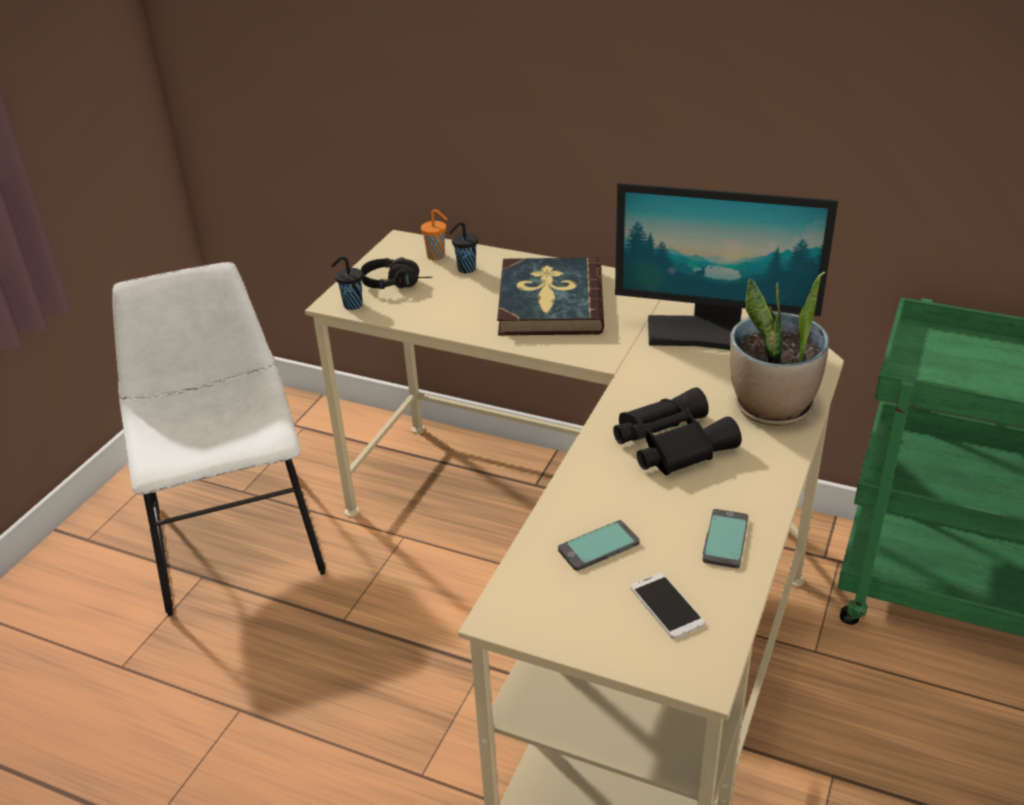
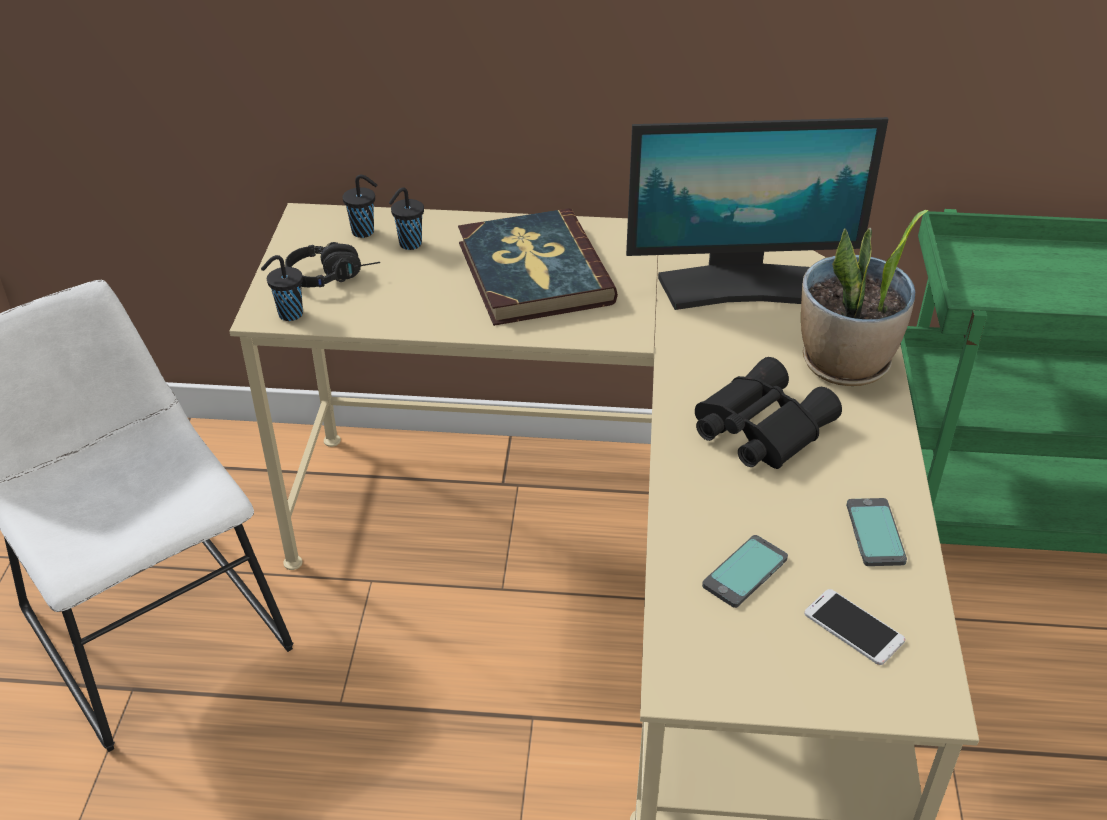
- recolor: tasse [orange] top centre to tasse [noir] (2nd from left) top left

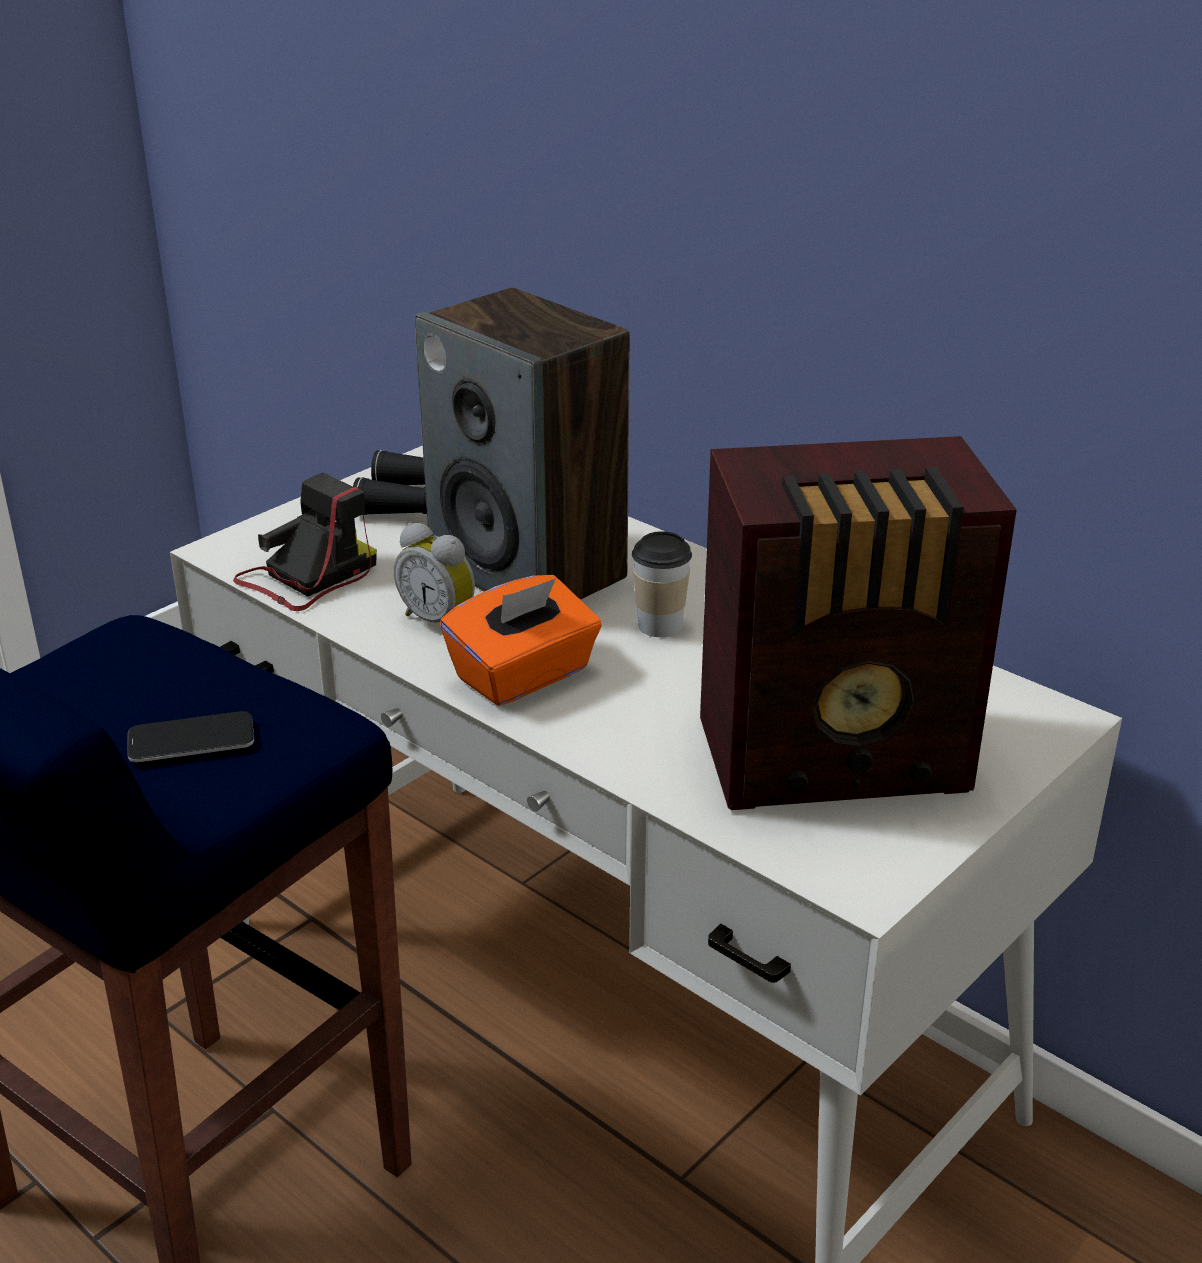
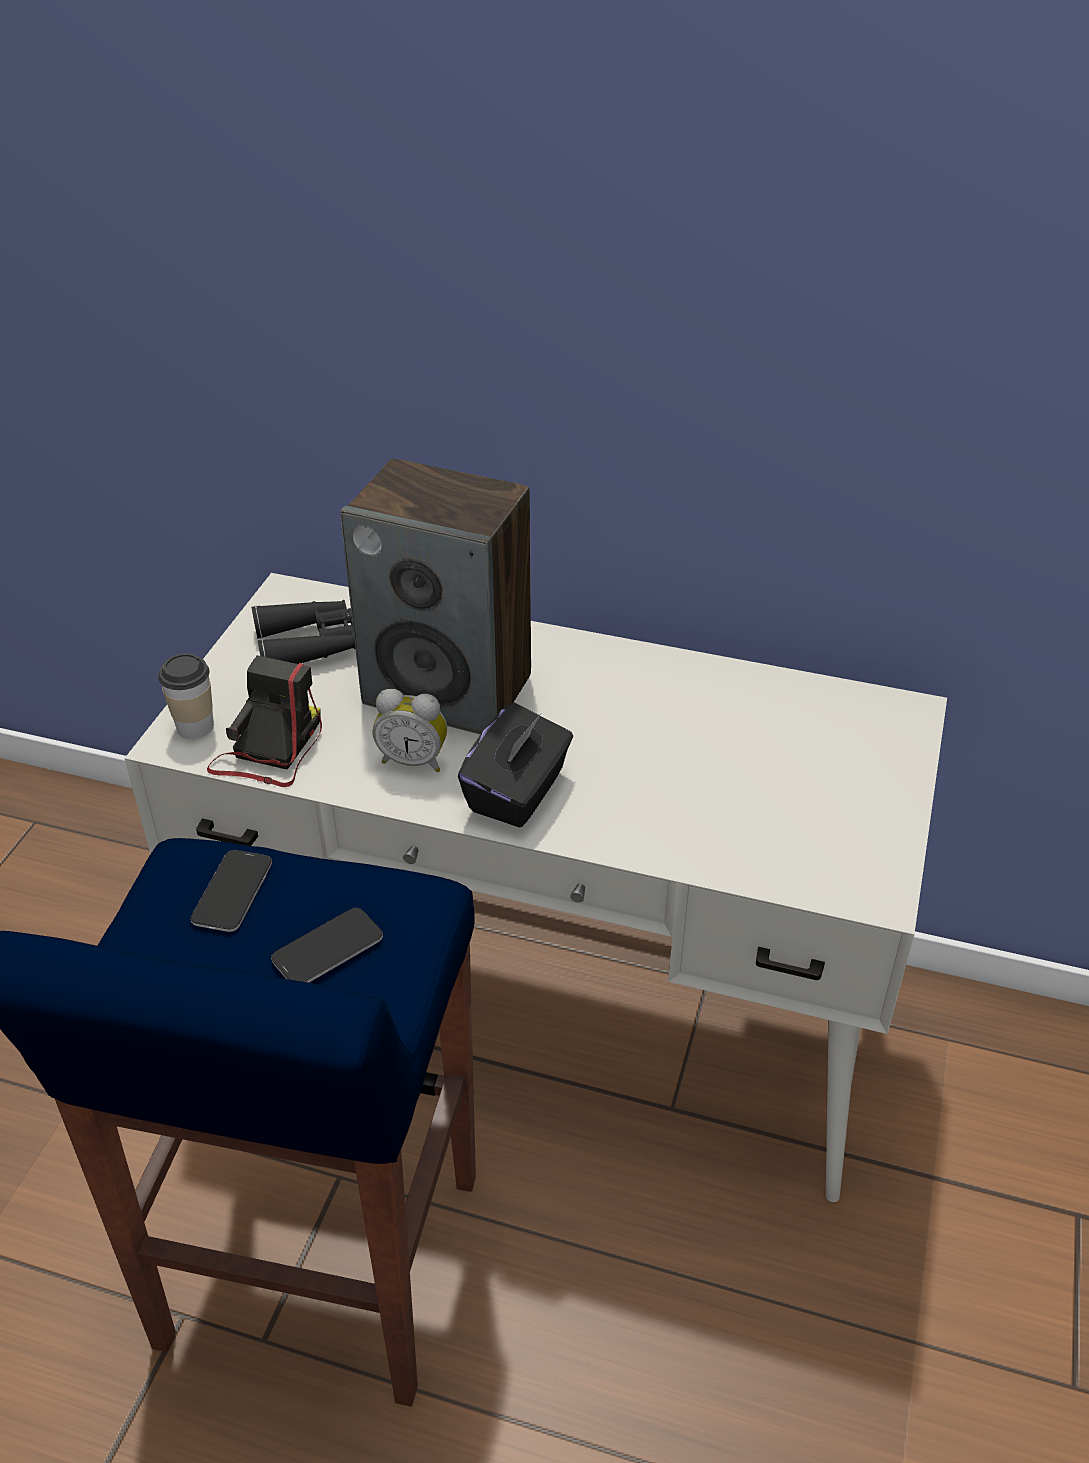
- delete: radio middle right
- insert: téléphone (1st from left) middle left
- move: tasse centre to middle left
- recolor: boîte à mouchoirs [orange] centre to boîte à mouchoirs [noir] centre

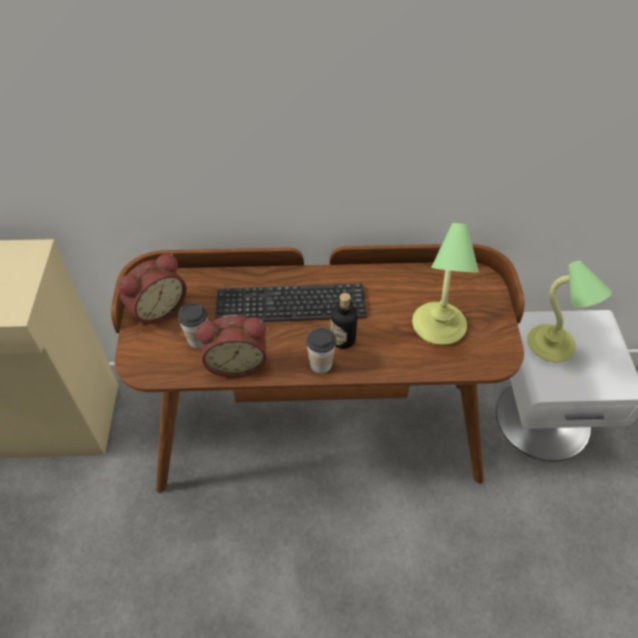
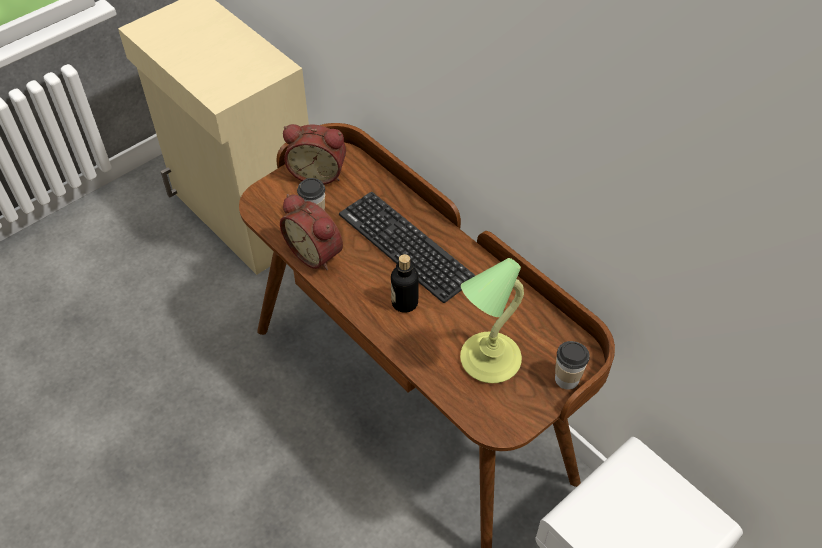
- delete: lampe de table (2nd from left) middle right
- move: tasse (2nd from left) centre to middle right

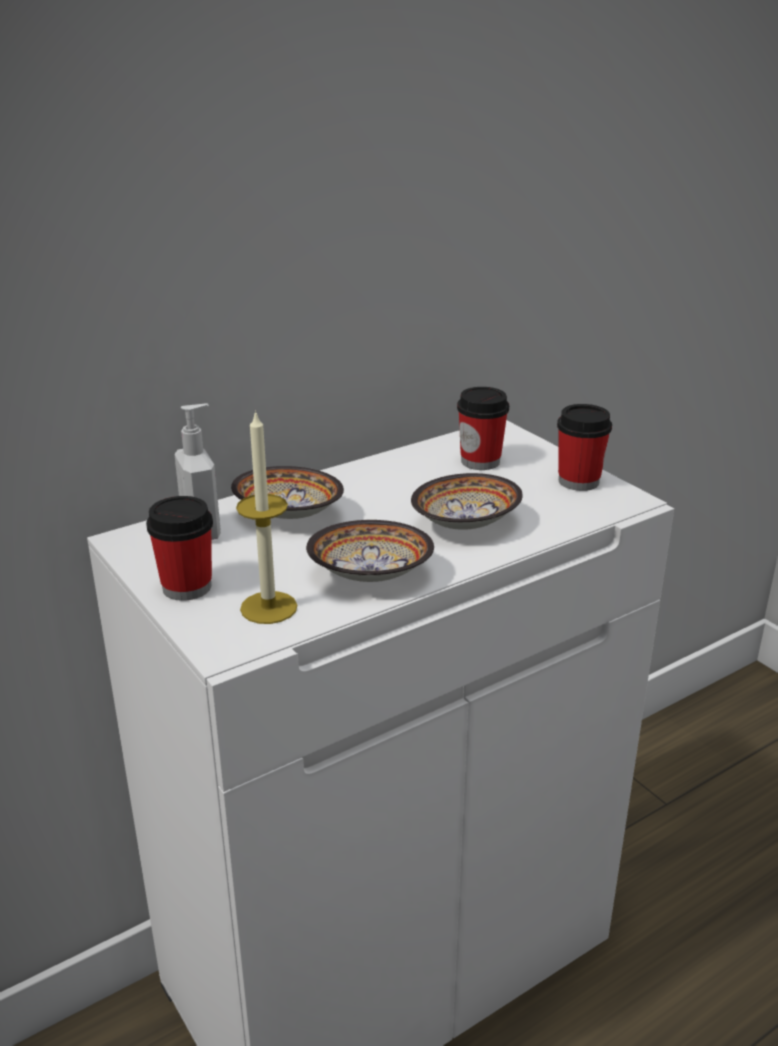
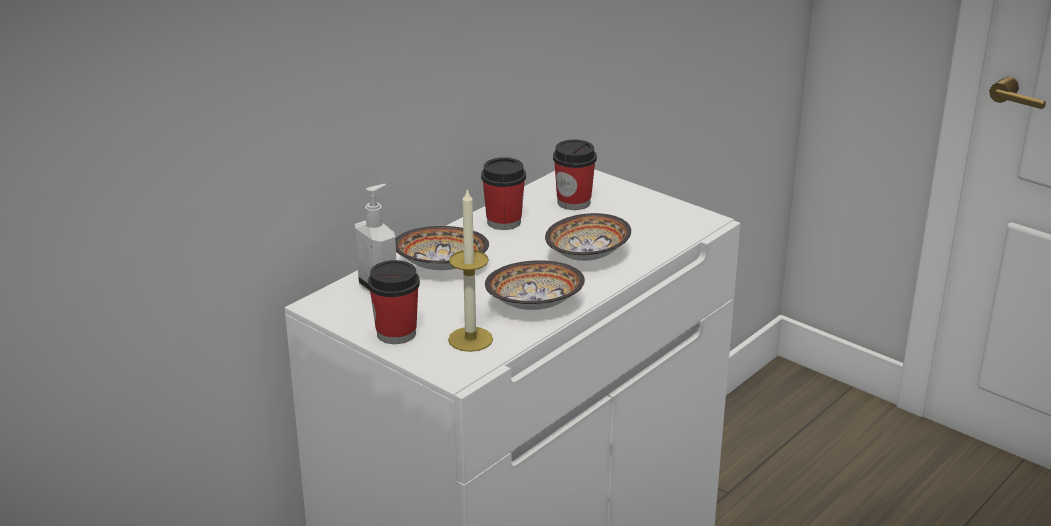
- move: tasse (3rd from left in the first image) middle right to tasse (2nd from left) centre

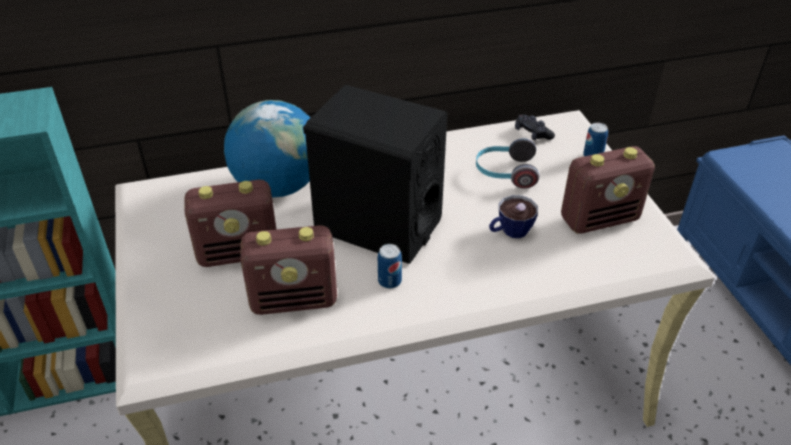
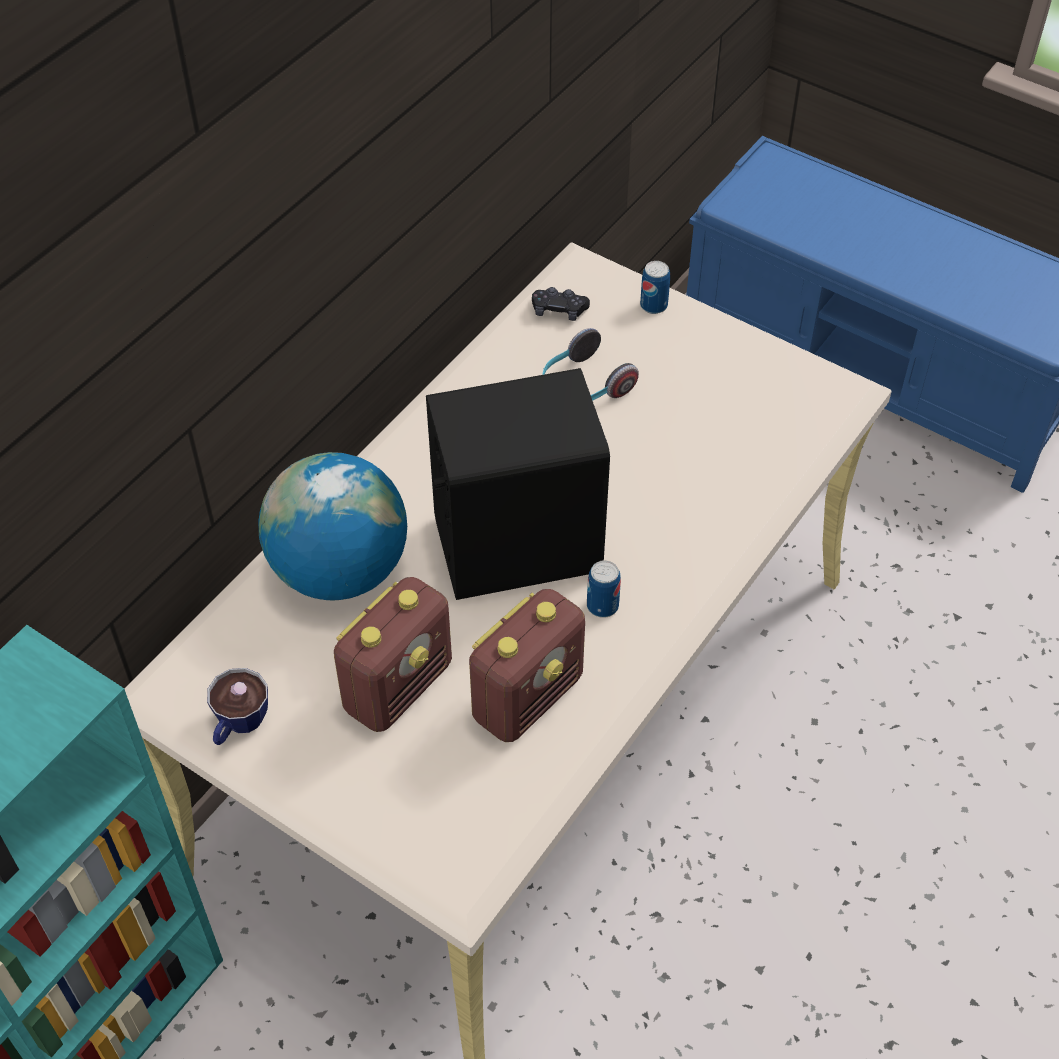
- delete: radio (3rd from left) middle right
- move: tasse centre to bottom left

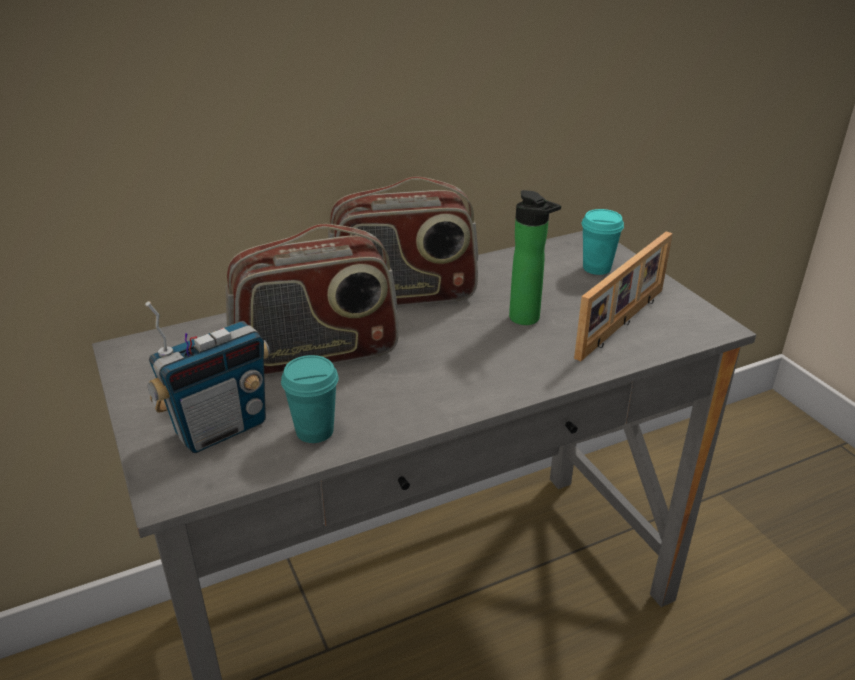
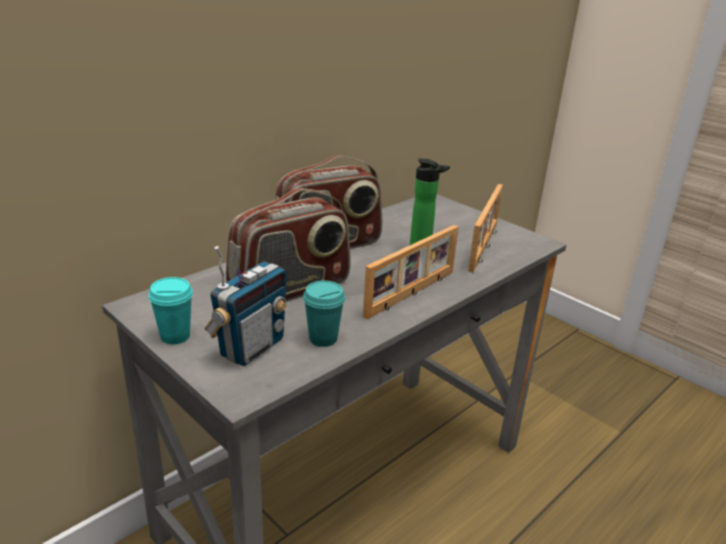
- insert: cadre photo (1st from left) centre
- move: tasse [turquoise] (2nd from left in the first image) middle right to tasse [turquoise] (1st from left) middle left

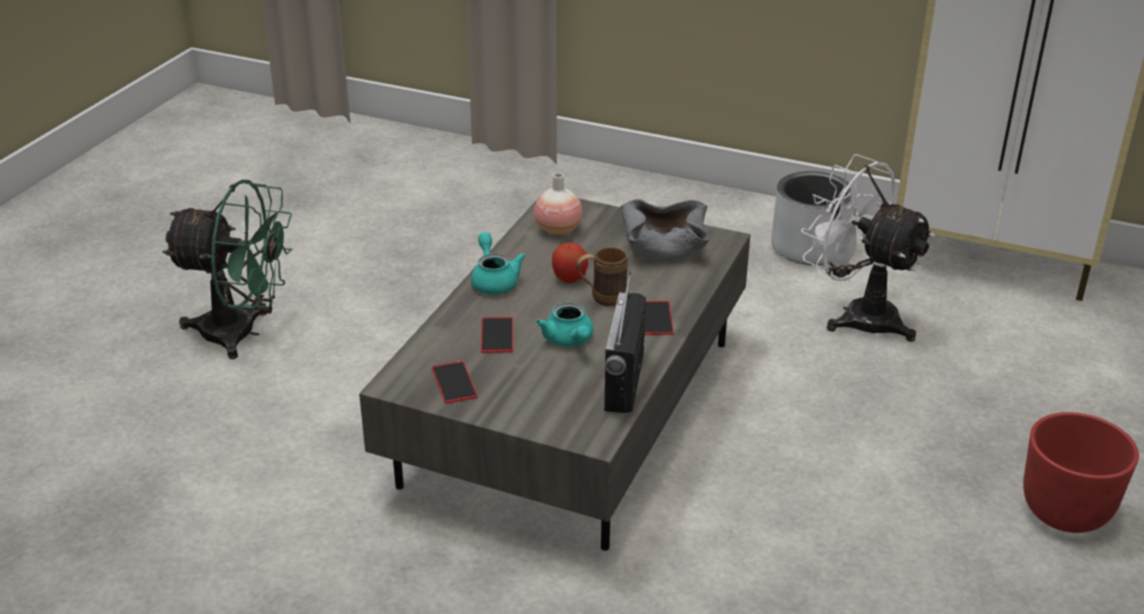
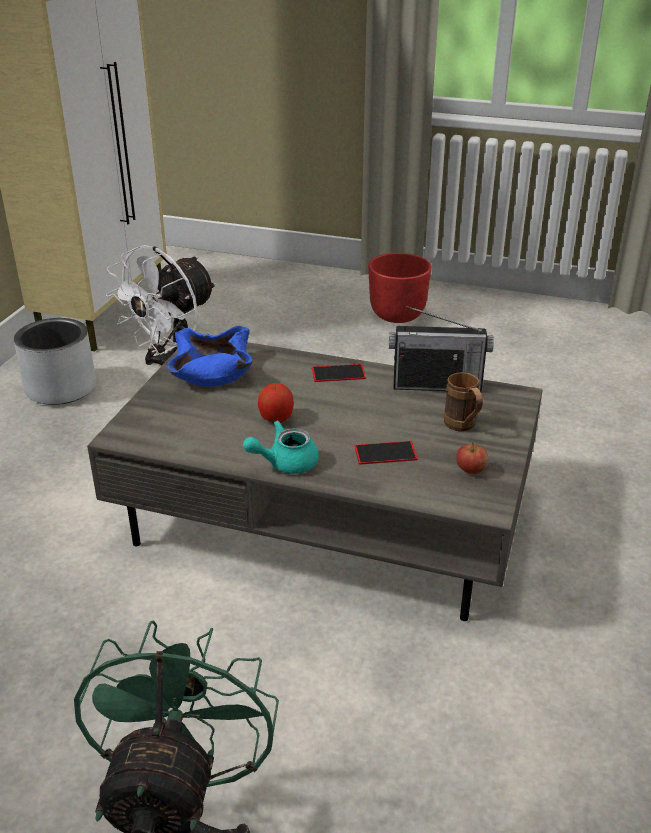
- delete: vase top centre
- delete: théière [turquoise] (2nd from left) centre
- move: mug [marron] centre to middle right
- replace: téléphone (1st from left) centre to pomme (2nd from left) middle right
- recolor: bol [gris] centre to bol [bleu] middle left

